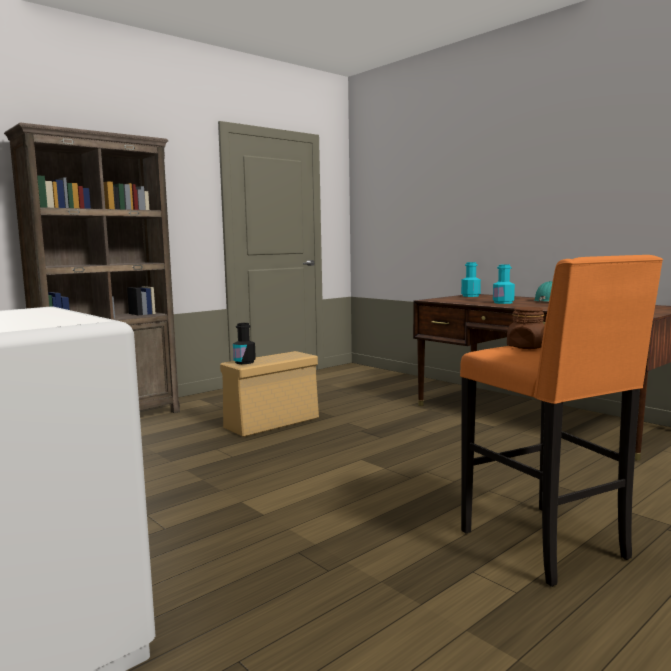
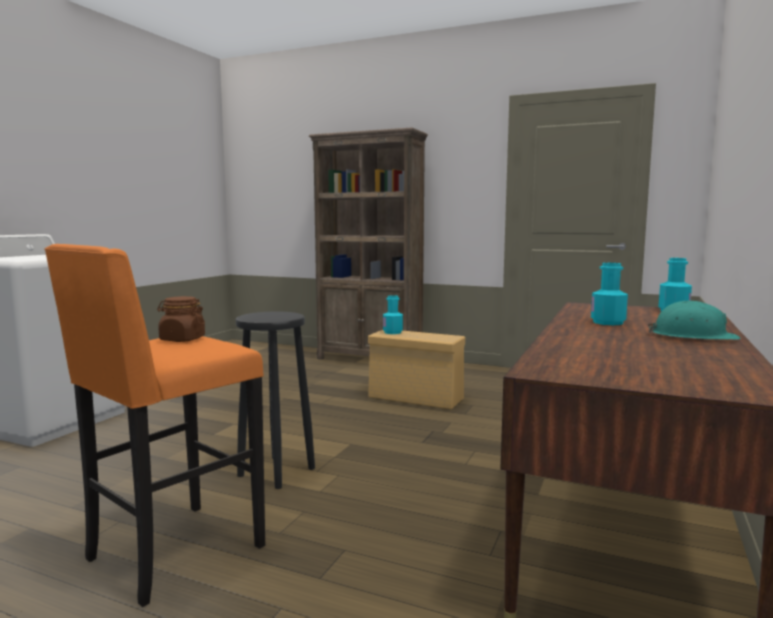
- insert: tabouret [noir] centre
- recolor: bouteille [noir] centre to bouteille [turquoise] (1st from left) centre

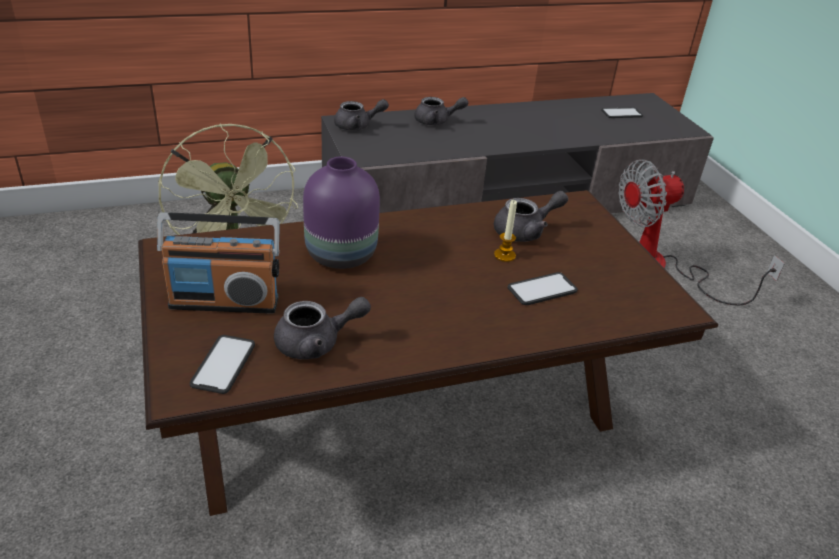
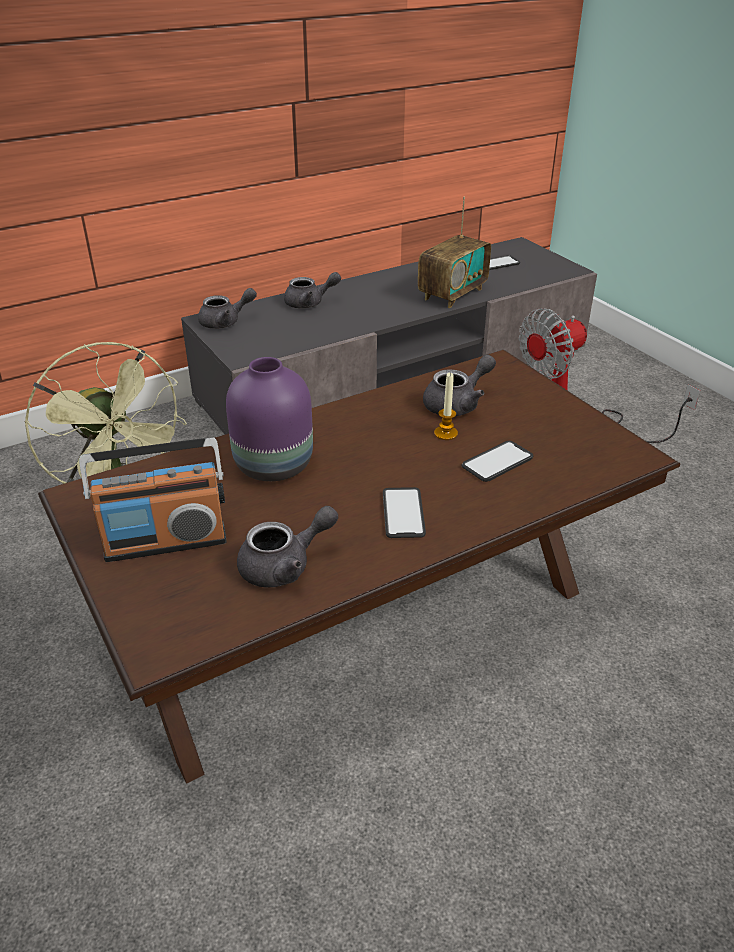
- insert: radio (2nd from left) top centre
- move: téléphone (1st from left) middle left to centre

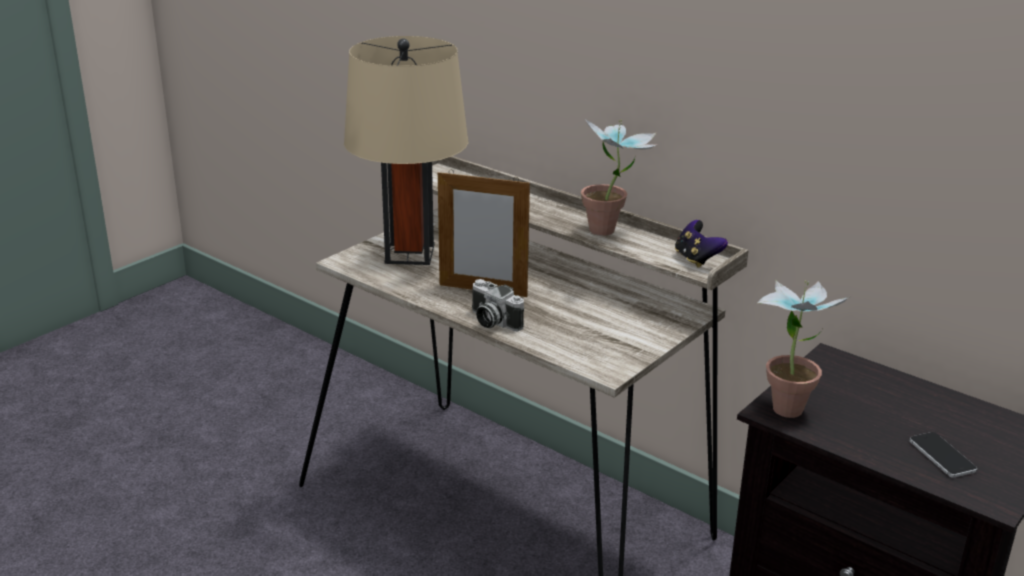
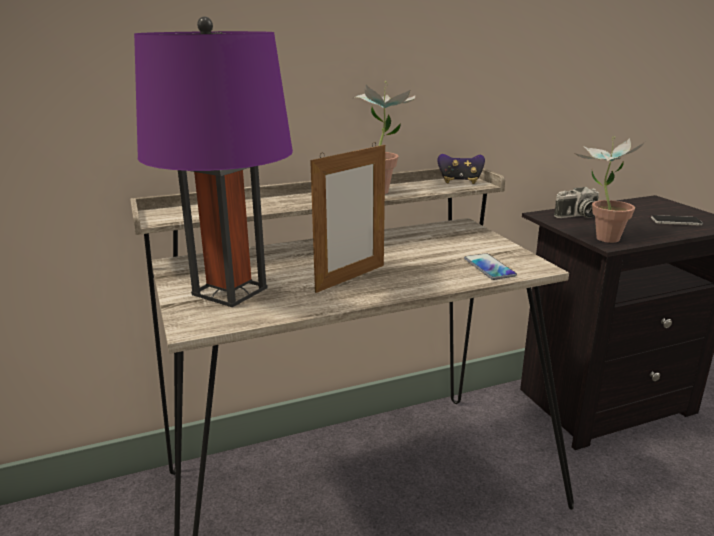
- insert: téléphone (1st from left) middle right
- move: appareil photo centre to middle right
- recolor: lampe de table [beige] top centre to lampe de table [violet] top left

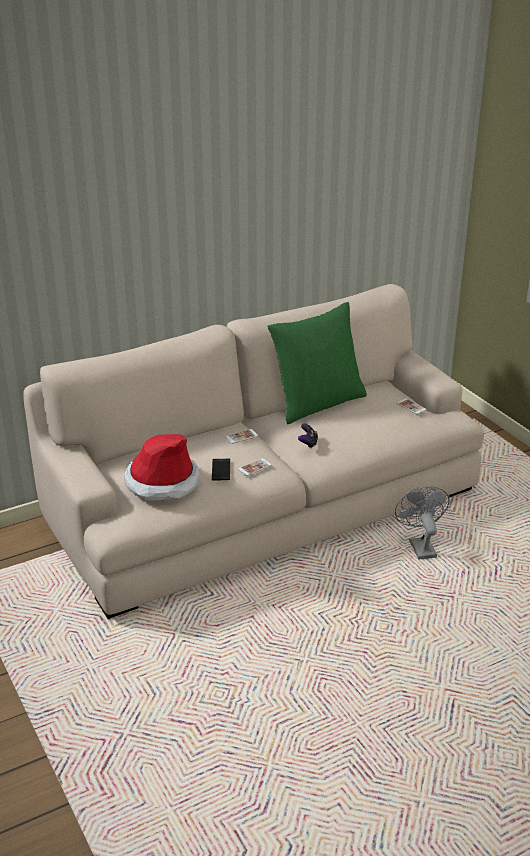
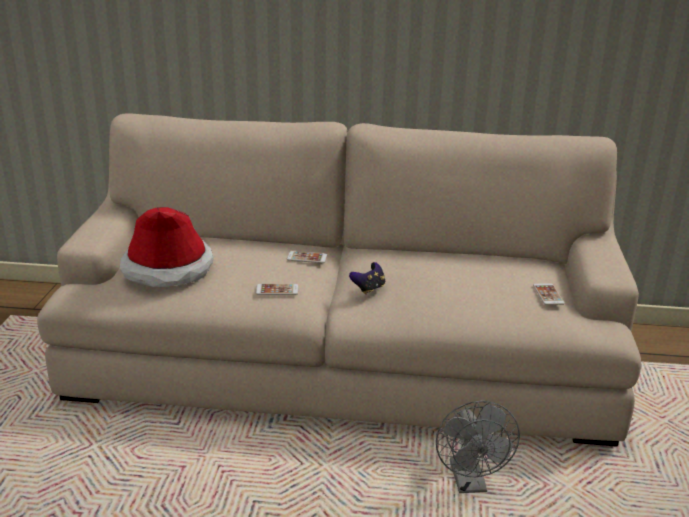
- delete: téléphone (1st from left) centre
- delete: coussin [vert] centre
- rotate: ventilateur [gris] middle right = bottom right 150 degrees clockwise

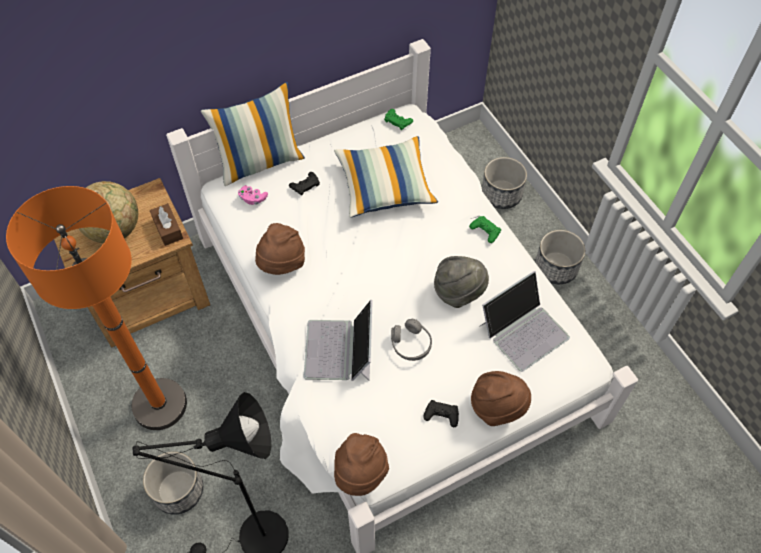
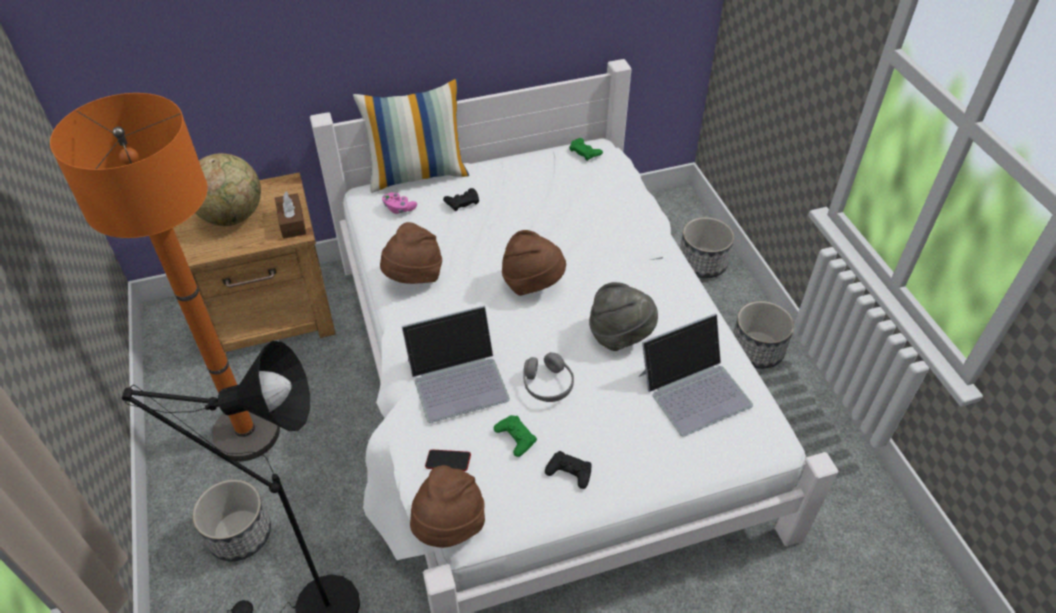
- delete: coussin (2nd from left) top centre
- insert: téléphone bottom centre
- move: manette [vert] (2nd from left in the first image) centre to manette [vert] (1st from left) bottom centre
- move: chapeau [marron] (3rd from left) bottom centre to centre
- rotate: ordinateur portable (1st from left) centre = centre 120 degrees counterclockwise

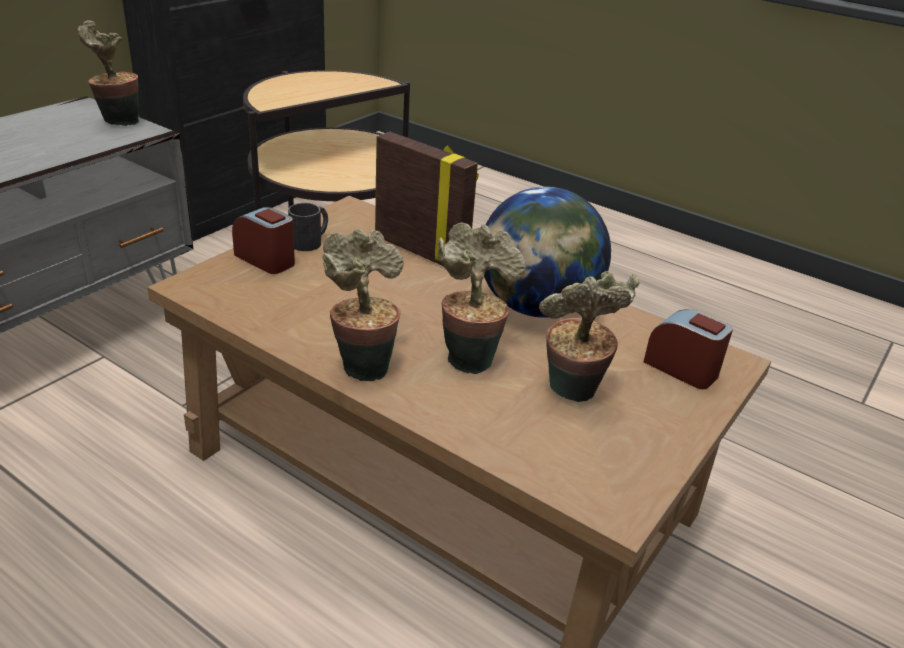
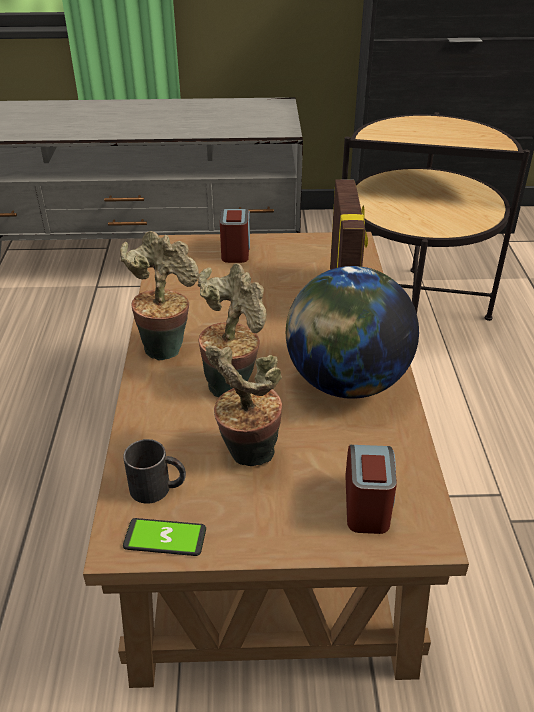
- delete: plante en pot (1st from left) top left
- insert: téléphone bottom left
- move: mug [noir] centre to middle left

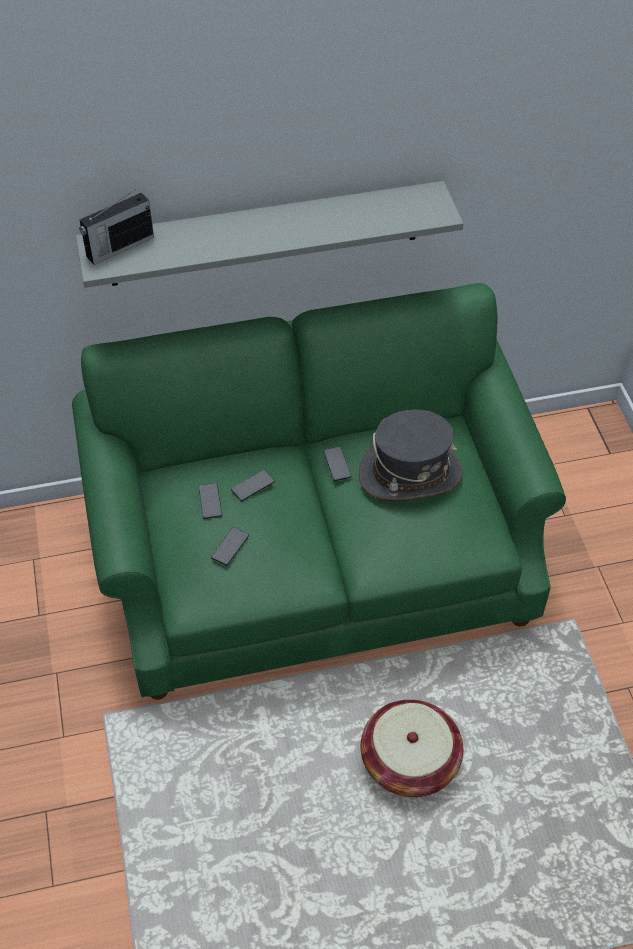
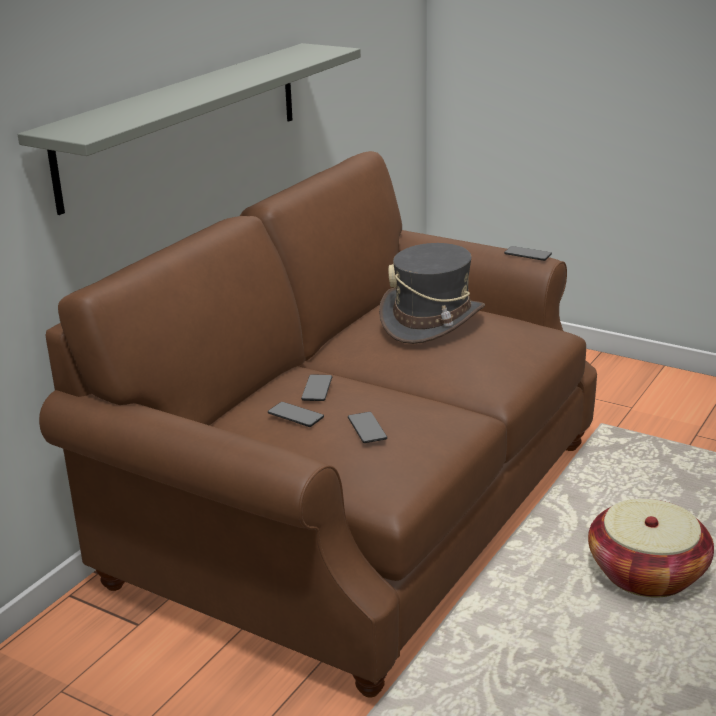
- delete: radio top left
- move: téléphone (4th from left) centre to middle right
- recolor: canapé [vert] centre to canapé [marron] centre

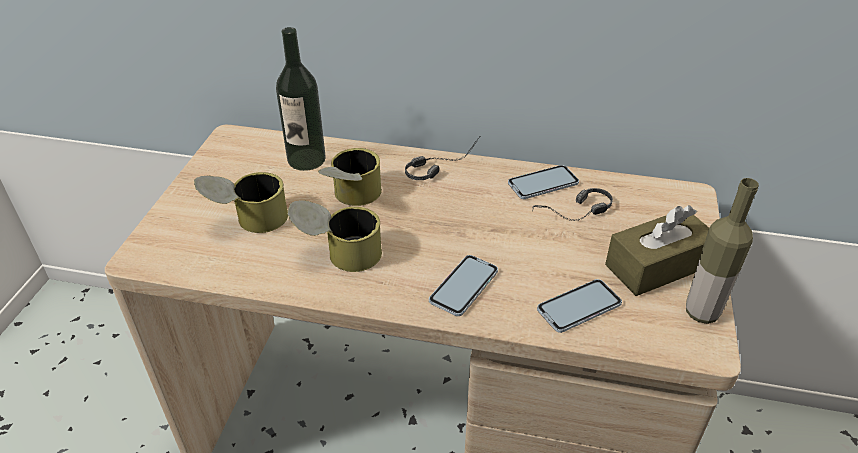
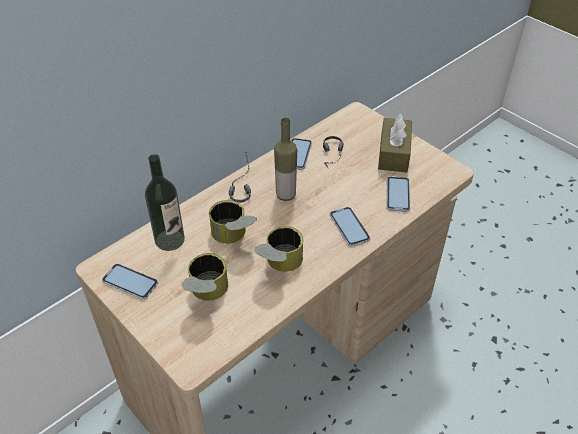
- insert: téléphone (1st from left) middle left
- move: bouteille (2nd from left) middle right to centre

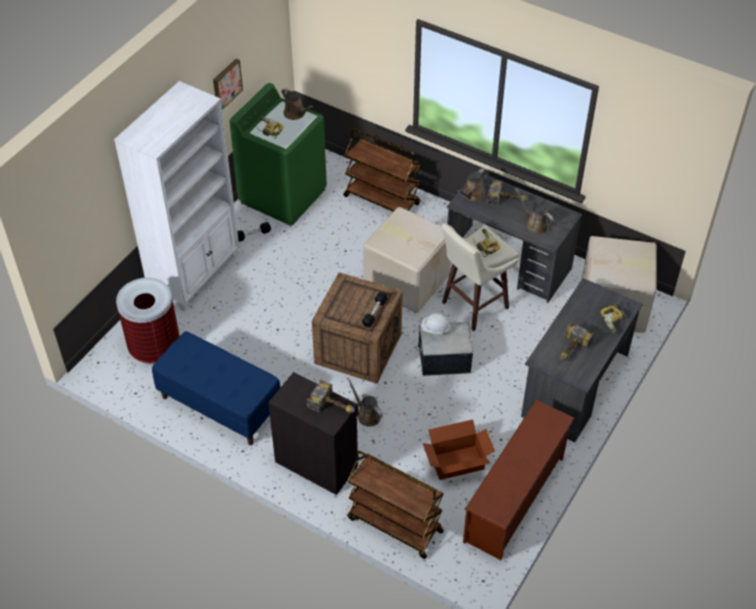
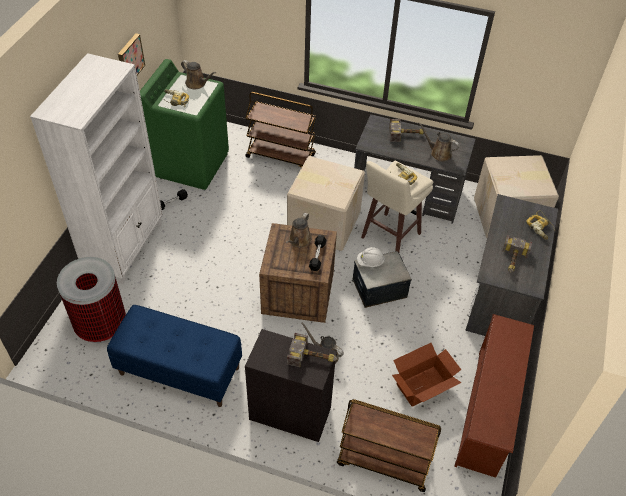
- move: arrosoir [marron] (3rd from left in the first image) top centre to arrosoir [marron] (2nd from left) centre

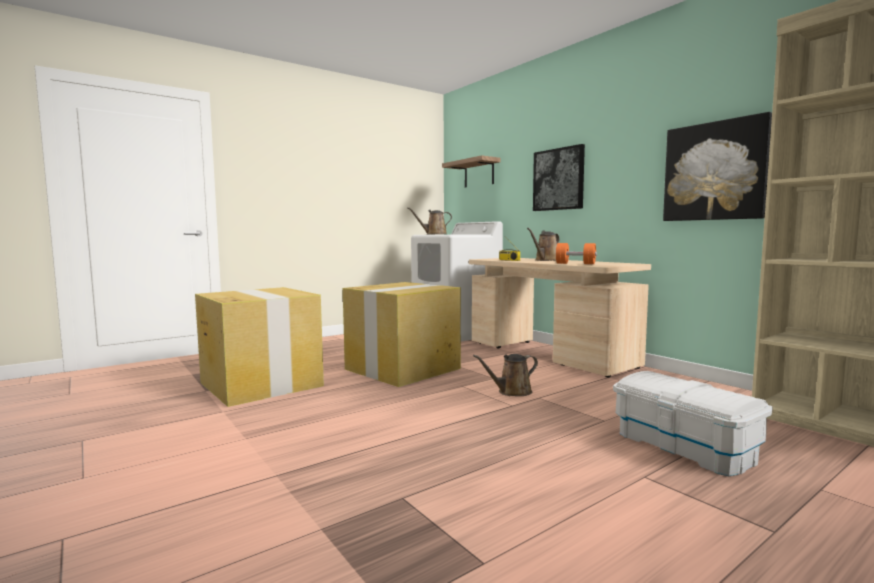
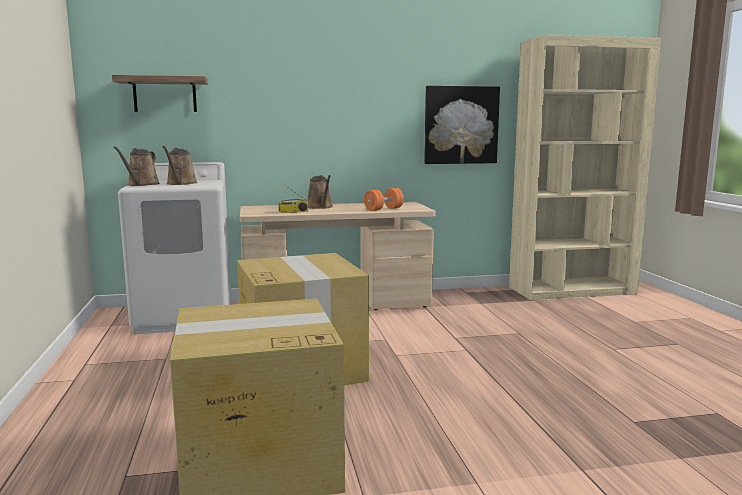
- delete: tableau (1st from left) top centre
- delete: boîte de rangement [blanc] bottom right
- move: arrosoir [marron] (2nd from left) centre to middle left

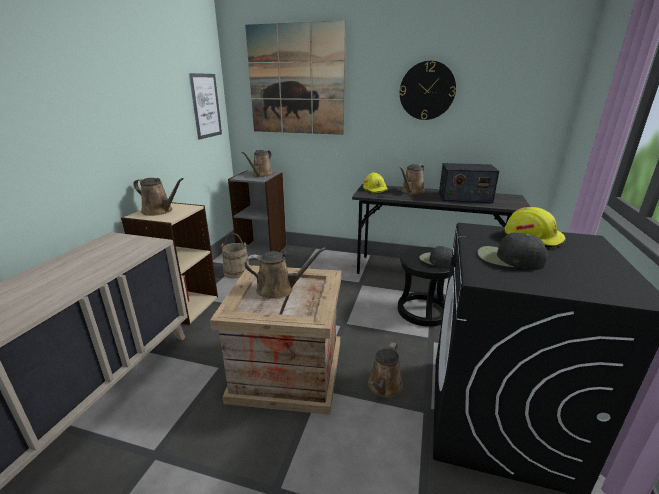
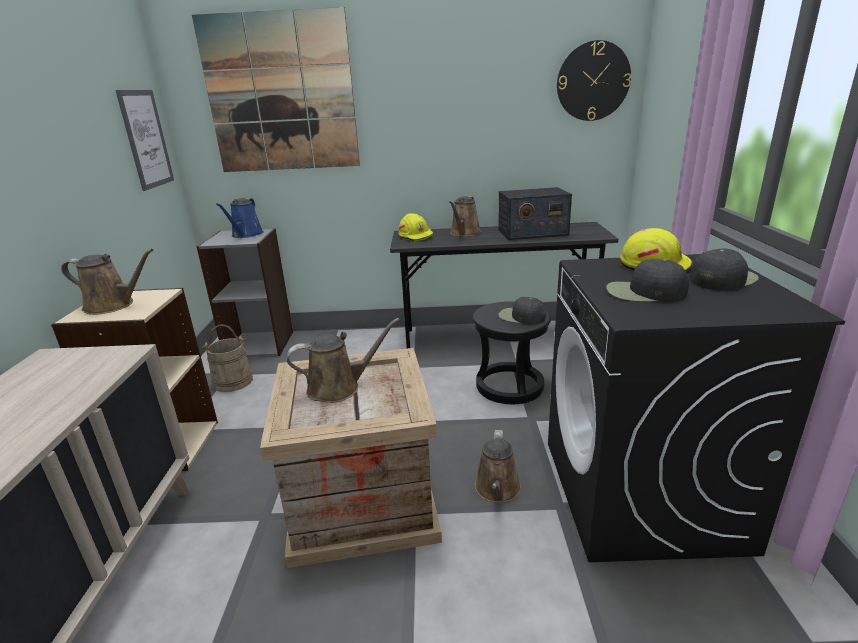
- insert: casquette [noir] (3rd from left) middle right
- move: horloge murale top centre to top right
- recolor: arrosoir [marron] (2nd from left) top centre to arrosoir [bleu] middle left

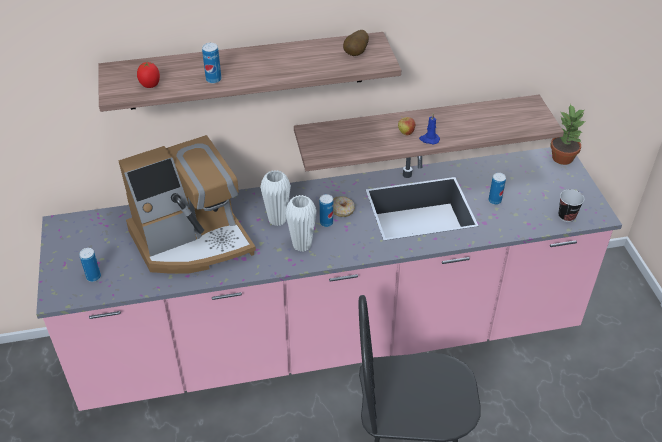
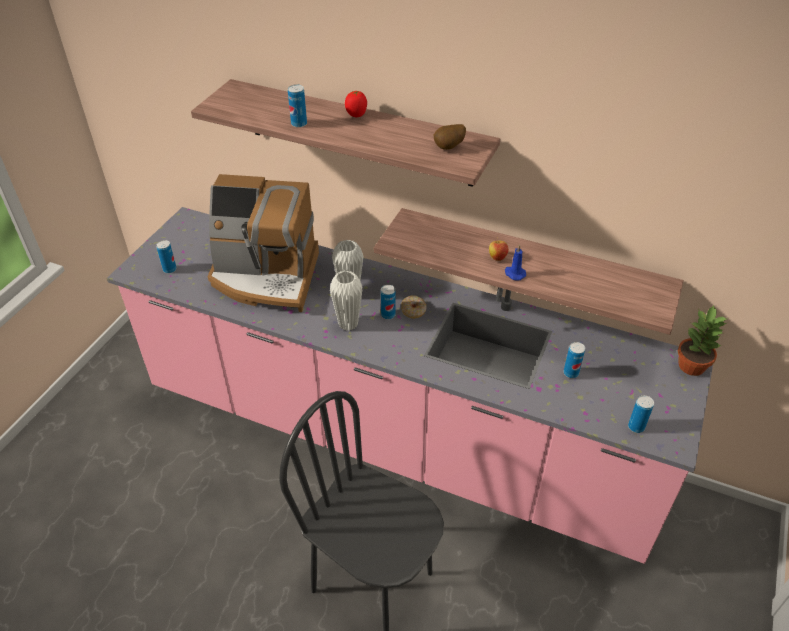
- move: tomate top left to top centre
- replace: tasse middle right to boîte métallique (5th from left) middle right

